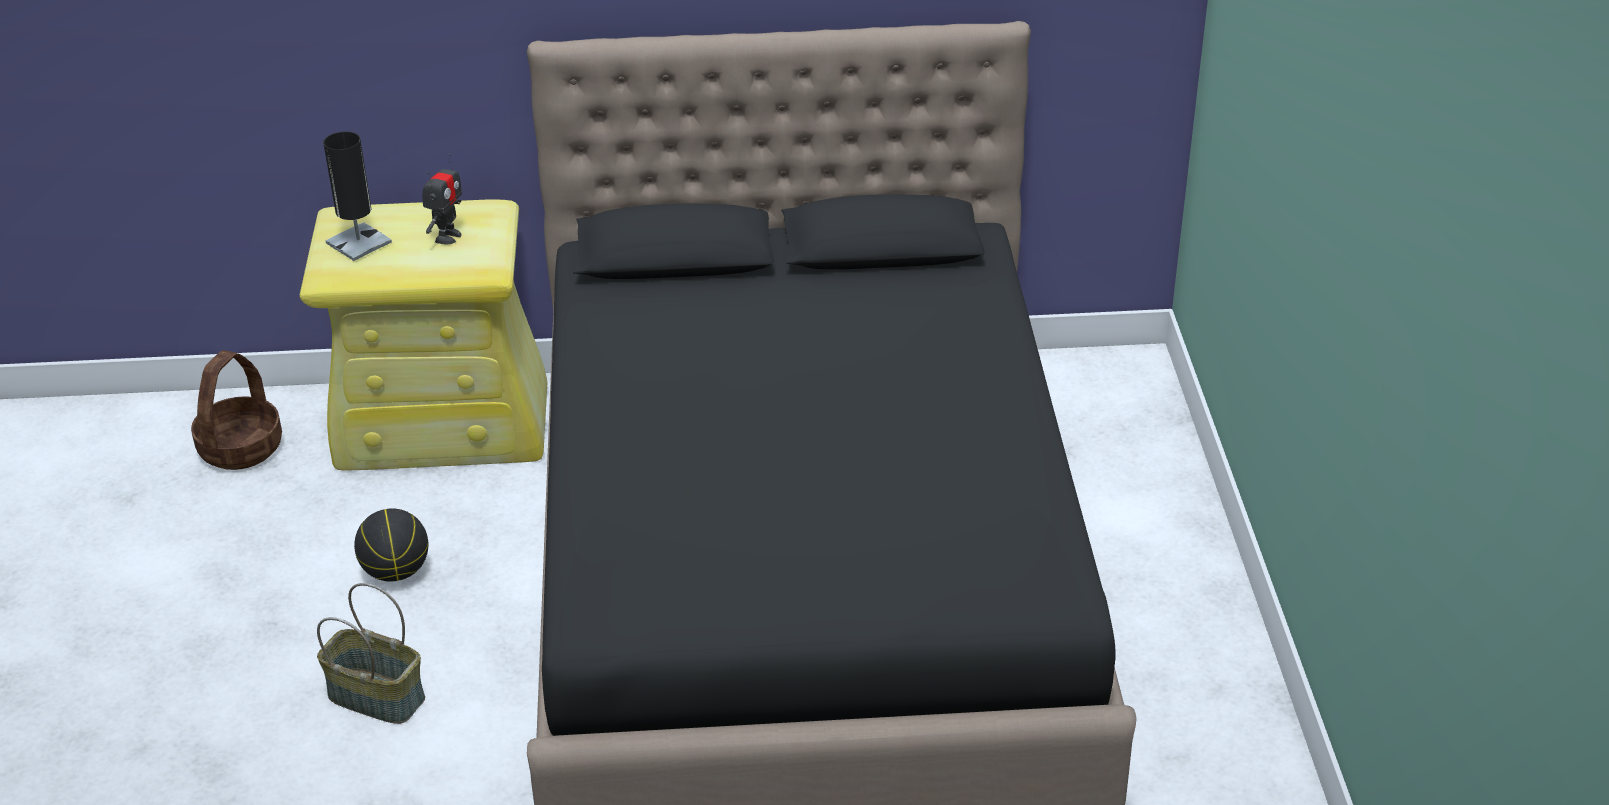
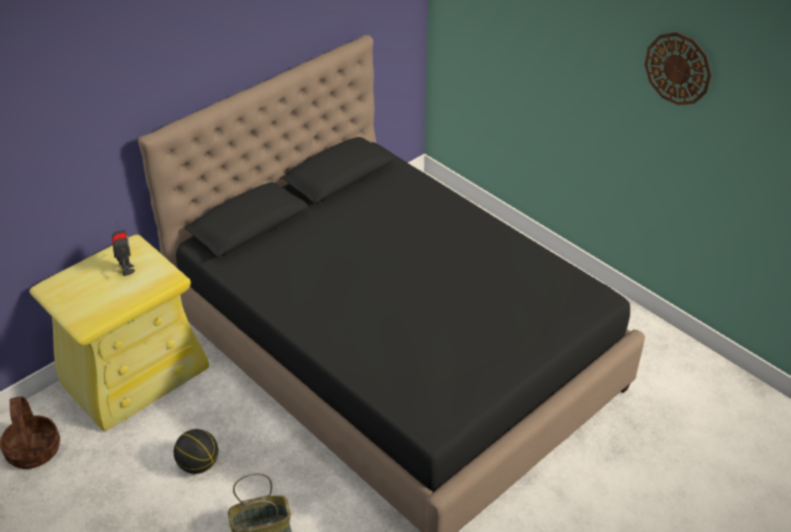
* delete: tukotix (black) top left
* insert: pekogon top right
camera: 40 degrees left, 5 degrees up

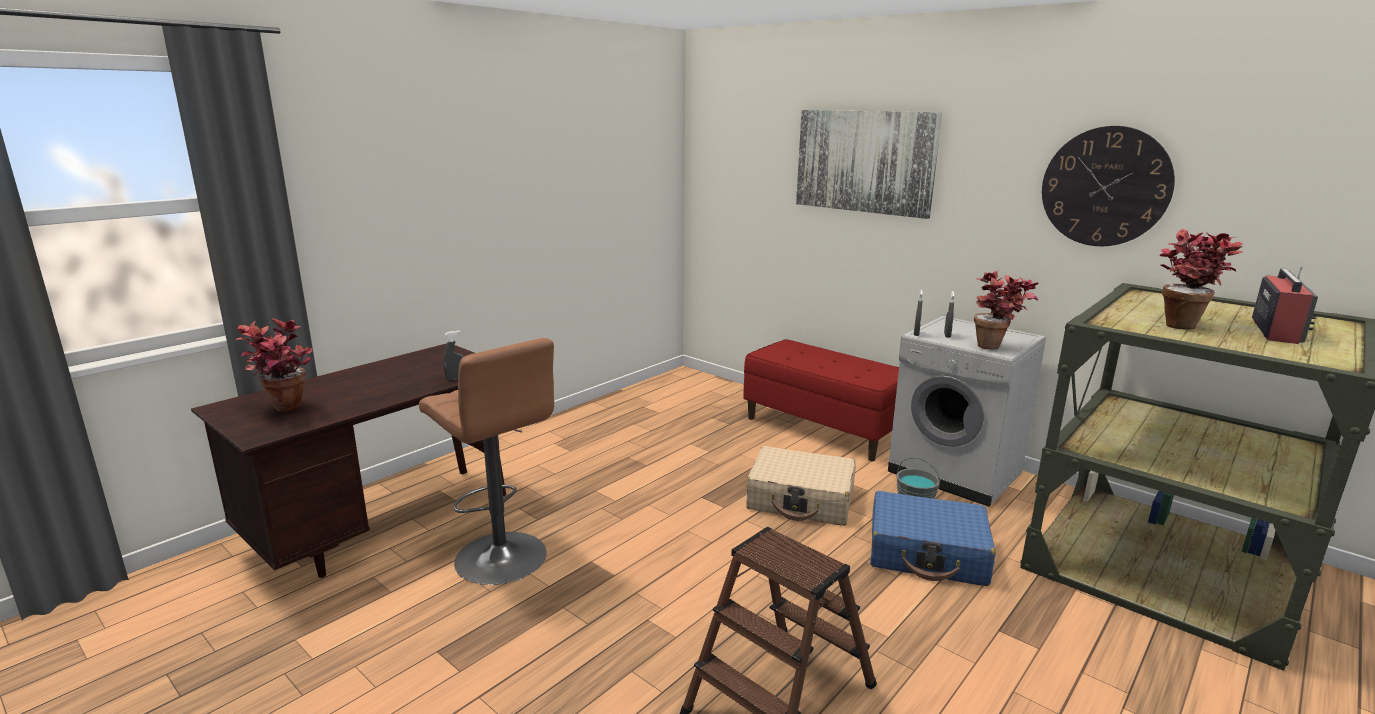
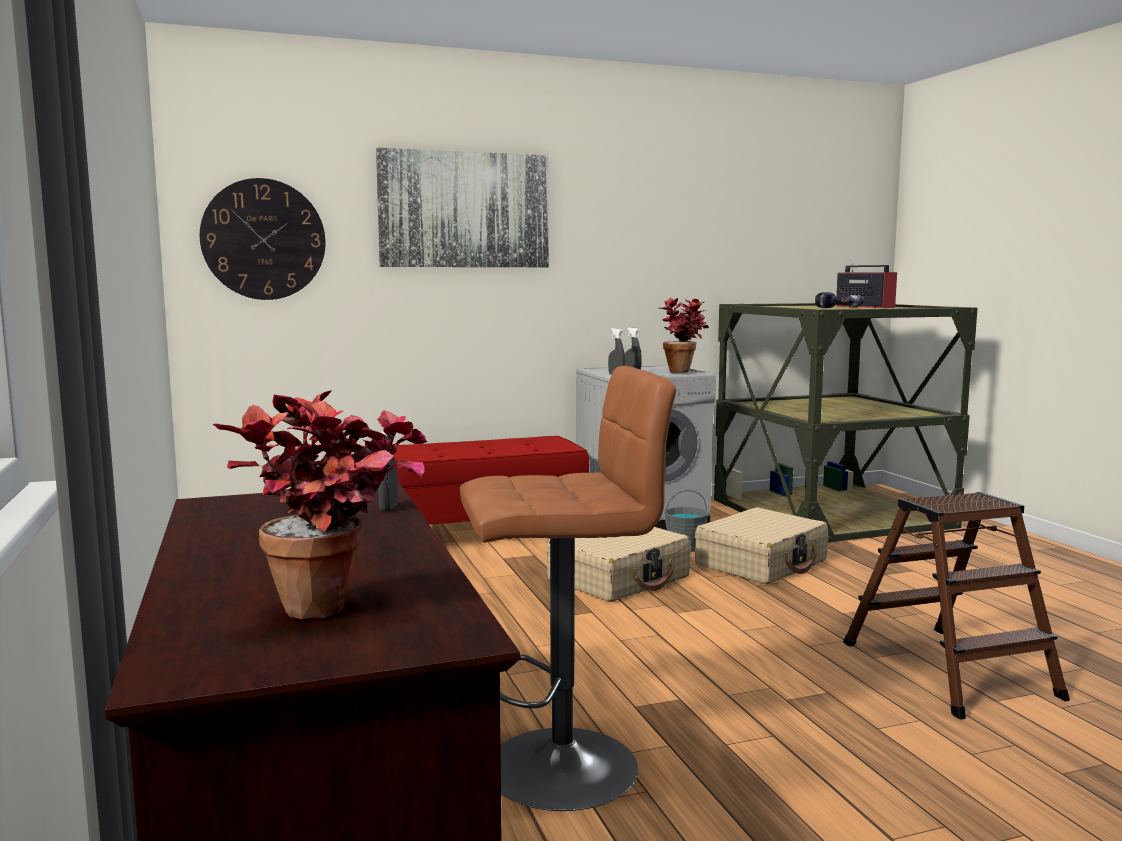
* move: pekogon top right to top left
* replace: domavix (3rd from left) middle right to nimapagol middle right
* recolor: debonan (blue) bottom right to debonan (beige) (2nd from left) middle right
camera: 60 degrees left, 10 degrees down

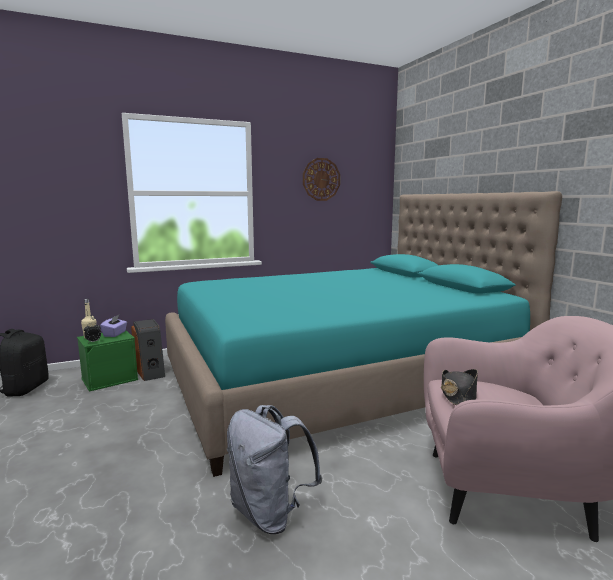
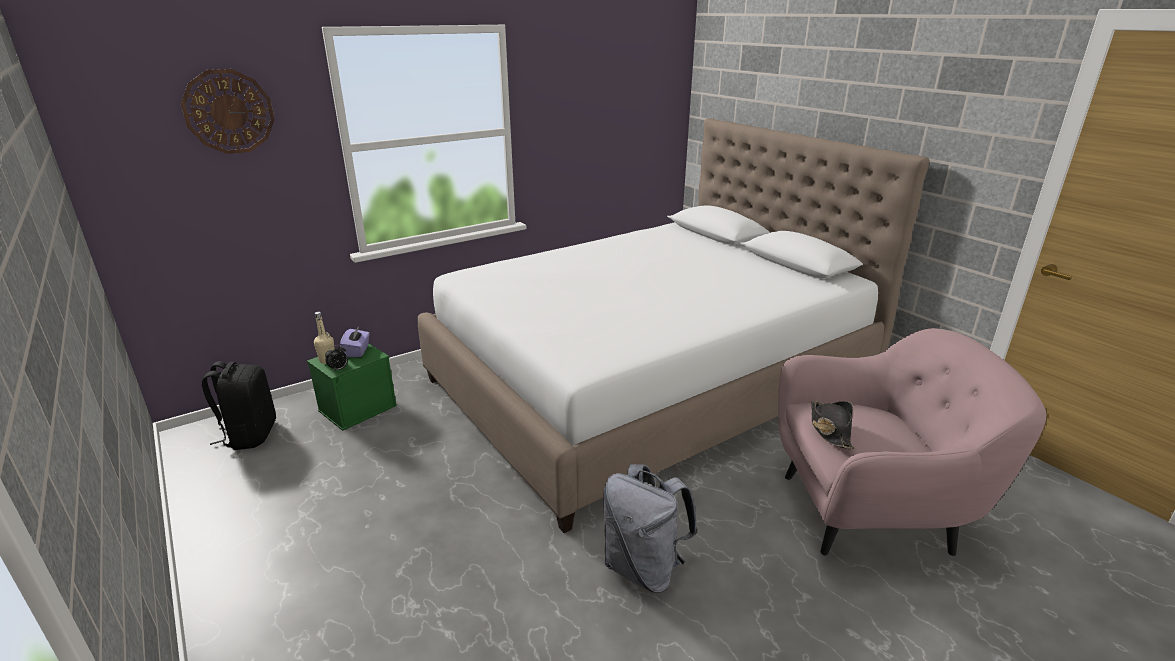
* delete: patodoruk middle left
* move: pekogon top centre to top left
* recolor: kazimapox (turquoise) centre to kazimapox (white) centre
camera: 10 degrees left, 15 degrees up

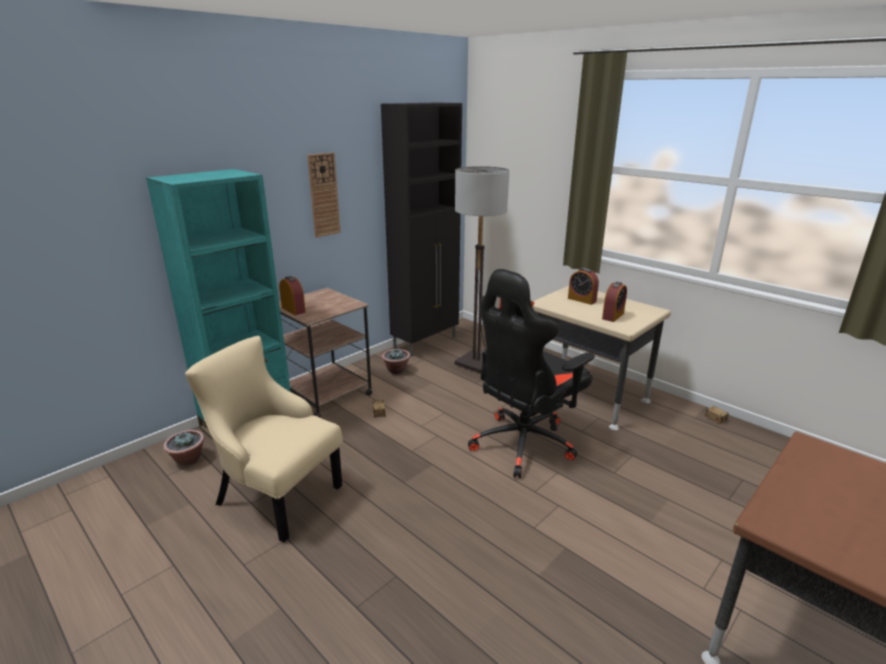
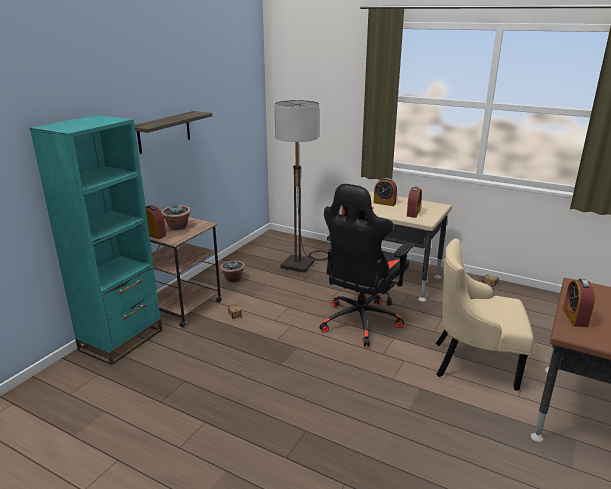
* delete: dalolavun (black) centre
* insert: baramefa (4th from left) middle right
* move: domavix (1st from left) bottom left to middle left
* move: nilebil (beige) middle left to middle right
* replace: pekogon top centre to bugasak top left
camera: 15 degrees left, 0 degrees up

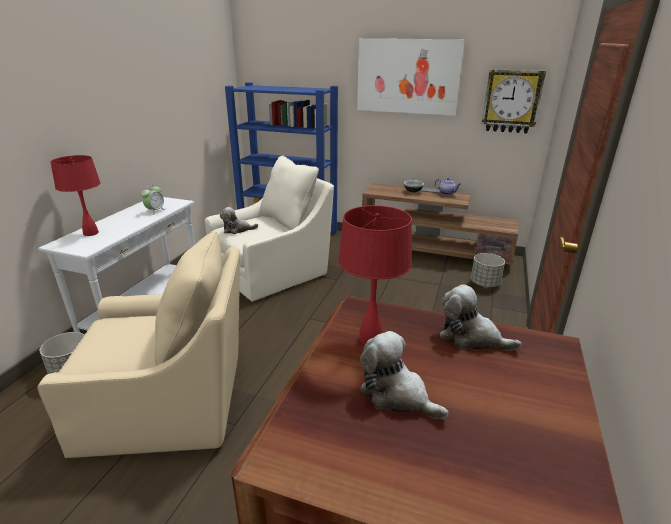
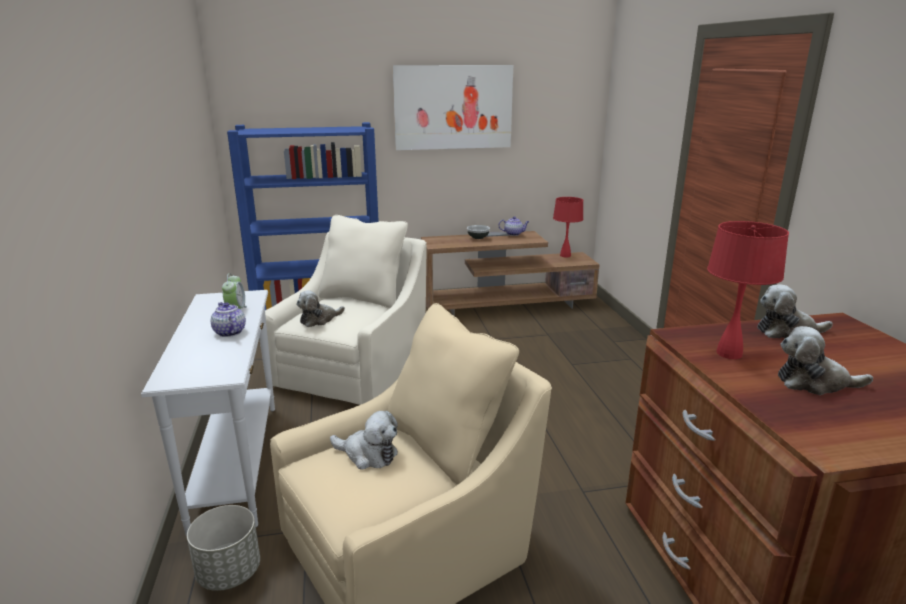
* delete: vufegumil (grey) (2nd from left) middle right
* delete: pekogon top right
* insert: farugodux (1st from left) middle left
* insert: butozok (2nd from left) bottom centre
* move: tukotix (red) (1st from left) middle left to centre
camera: 30 degrees left, 5 degrees down

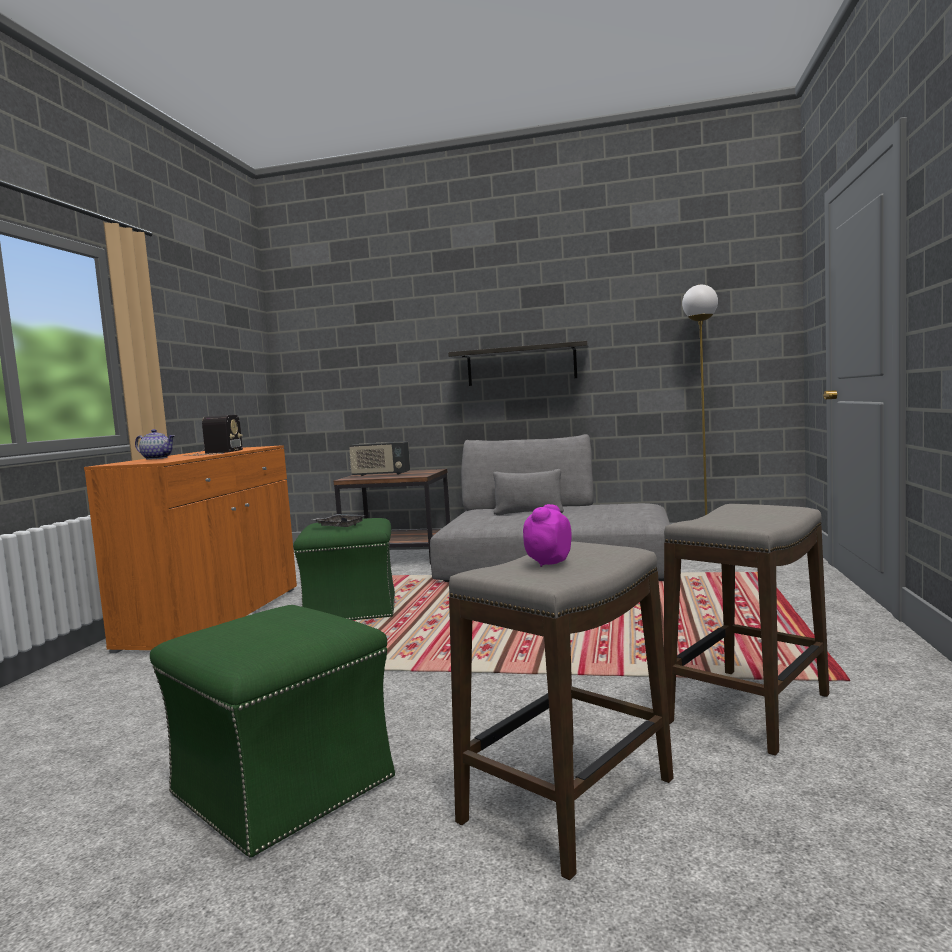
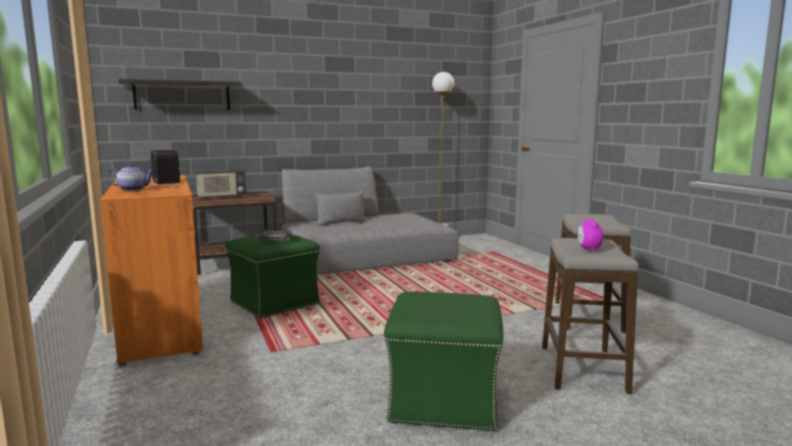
* move: bugasak centre to top left
camera: 35 degrees left, 5 degrees up

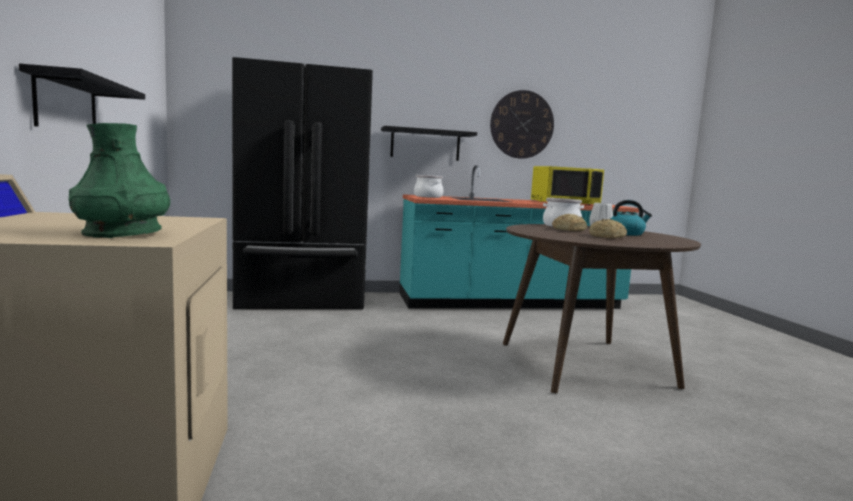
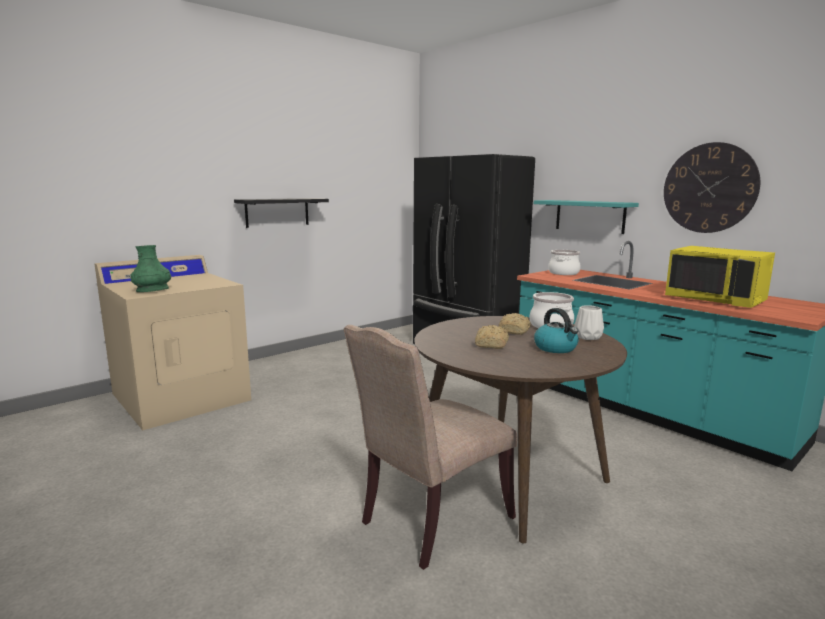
* insert: nilebil (beige) bottom centre
* recolor: bugasak (black) (2nd from left) top centre to bugasak (turquoise) middle right
camera: 60 degrees right, 5 degrees up

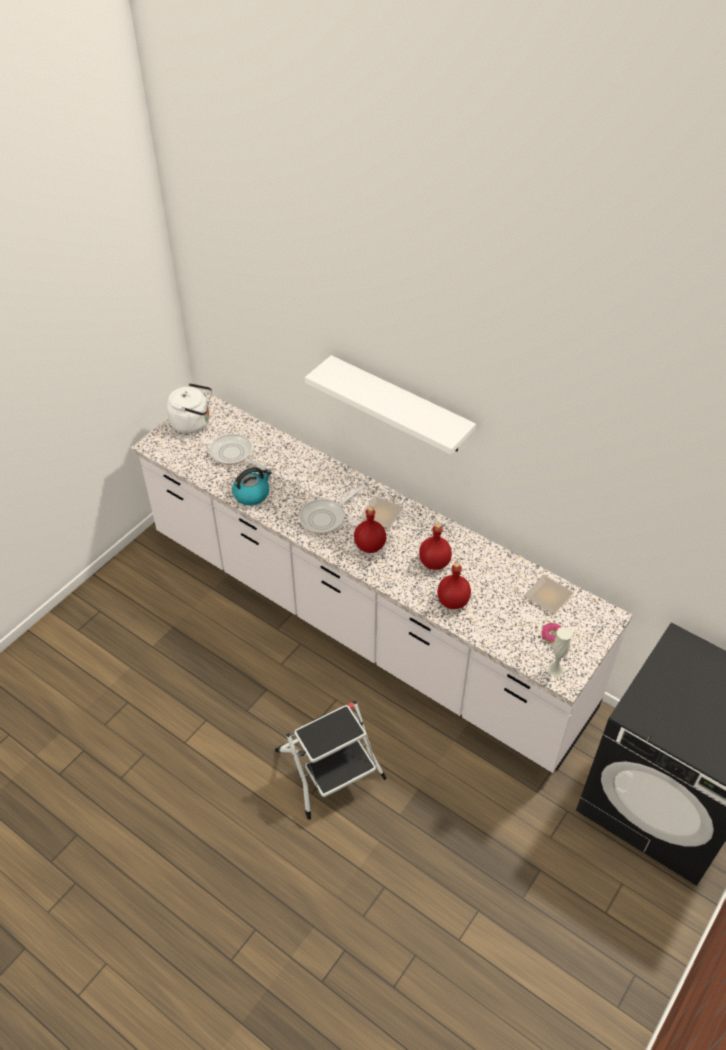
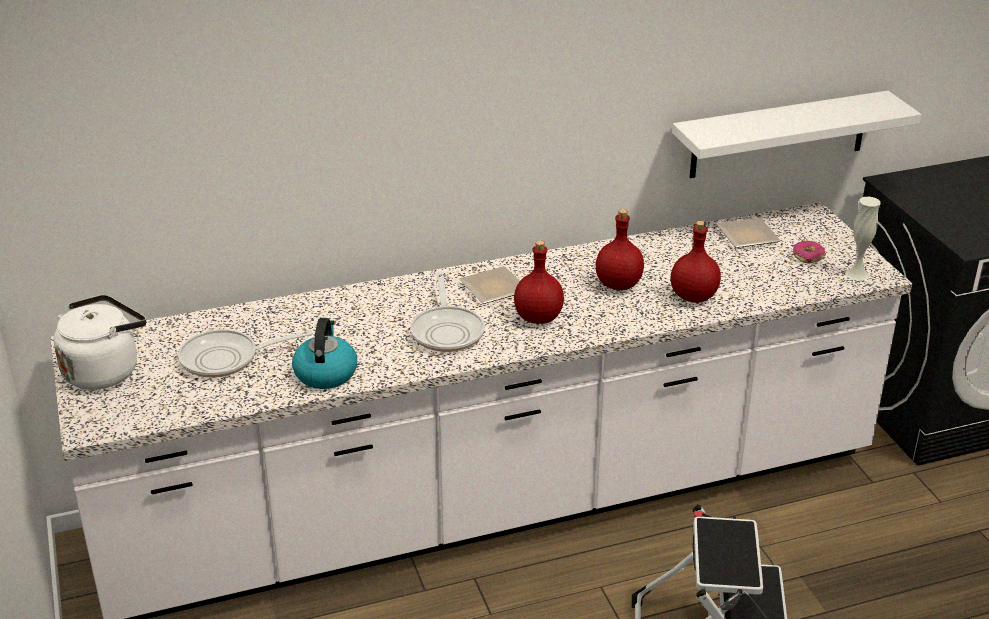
* move: bugasak (white) centre to top right
camera: 55 degrees left, 15 degrees down

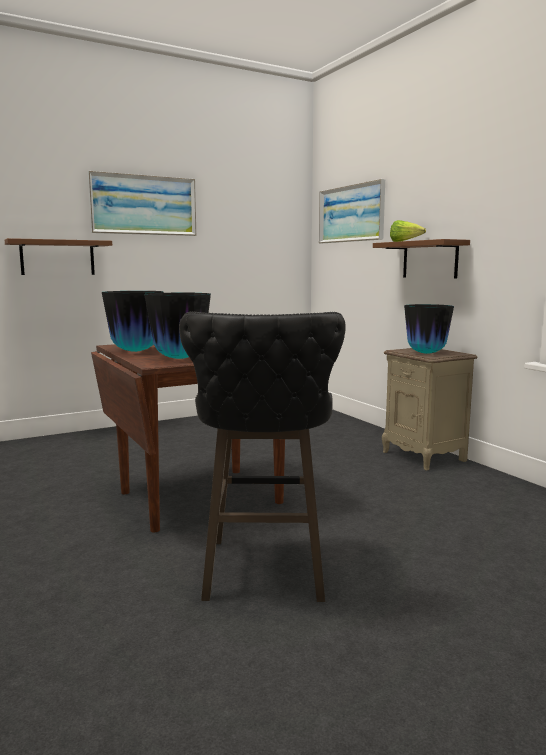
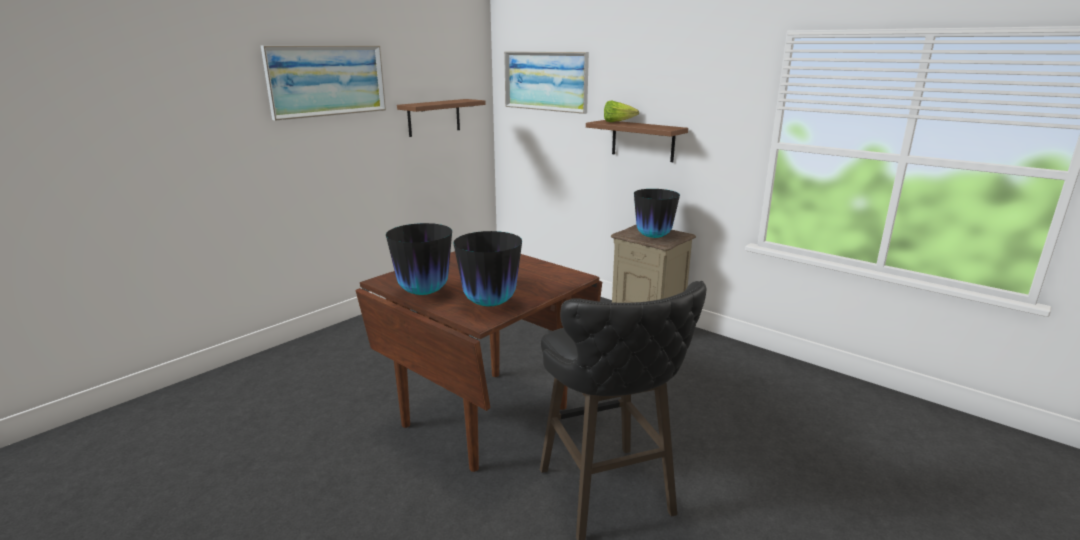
* move: bugasak (brown) (1st from left) middle left to top centre
camera: 20 degrees left, 10 degrees up

